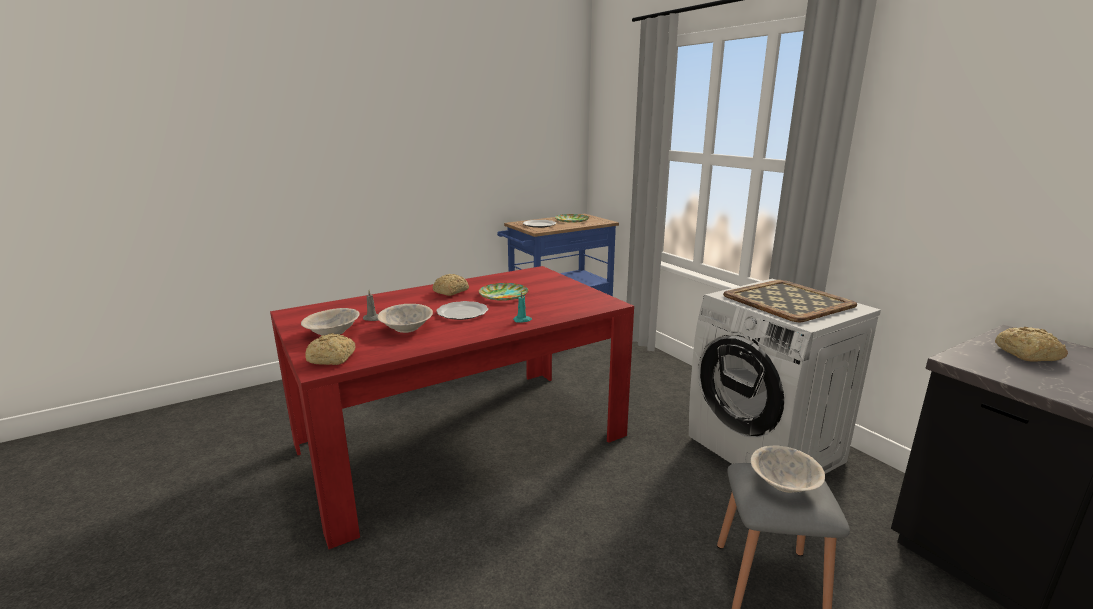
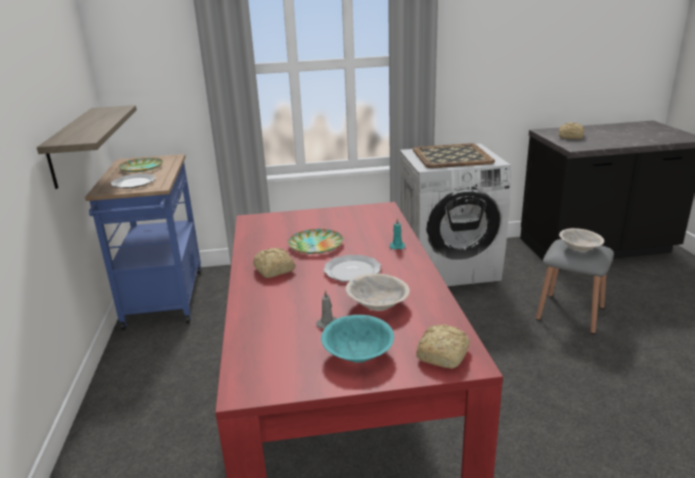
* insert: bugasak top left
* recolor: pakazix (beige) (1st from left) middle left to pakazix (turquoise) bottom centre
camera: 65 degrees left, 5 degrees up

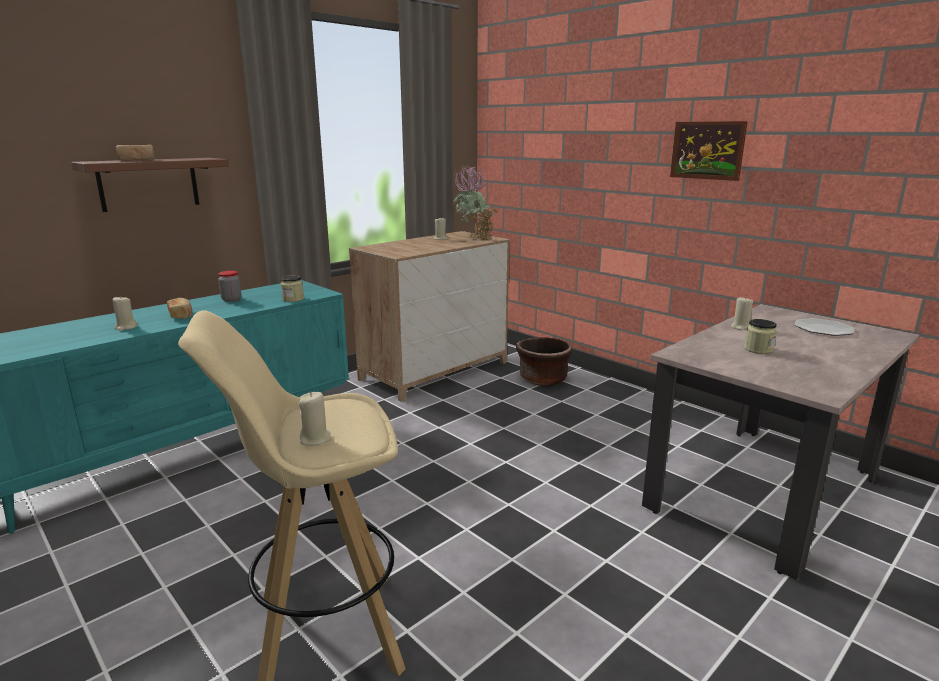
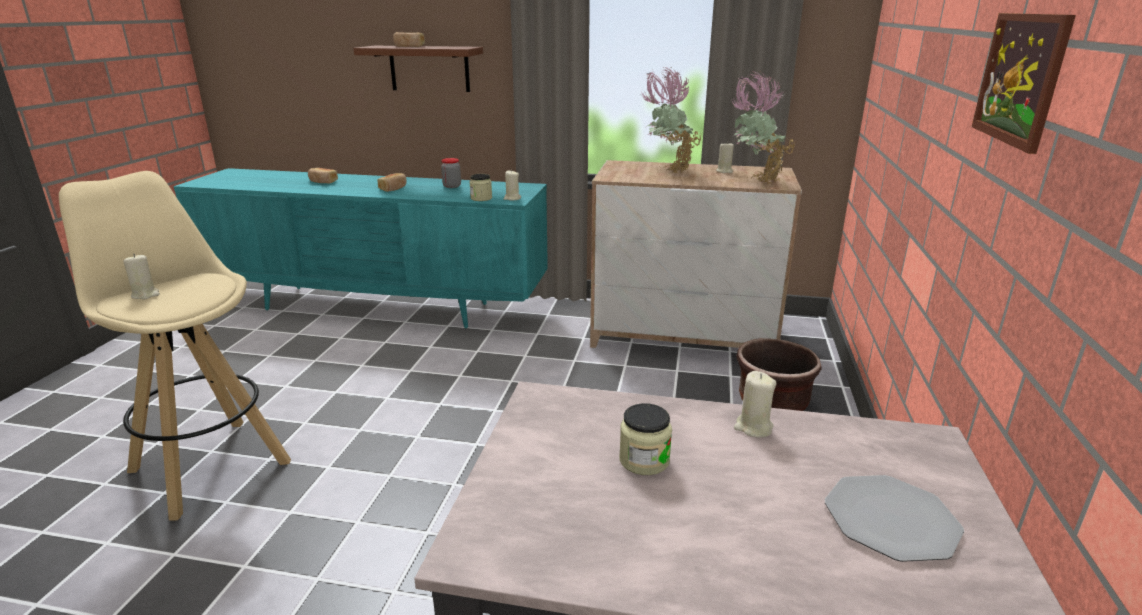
* insert: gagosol (1st from left) top left
* insert: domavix (1st from left) top centre
* move: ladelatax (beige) (1st from left in the first image) middle left to ladelatax (beige) (2nd from left) top centre
camera: 55 degrees right, 5 degrees up

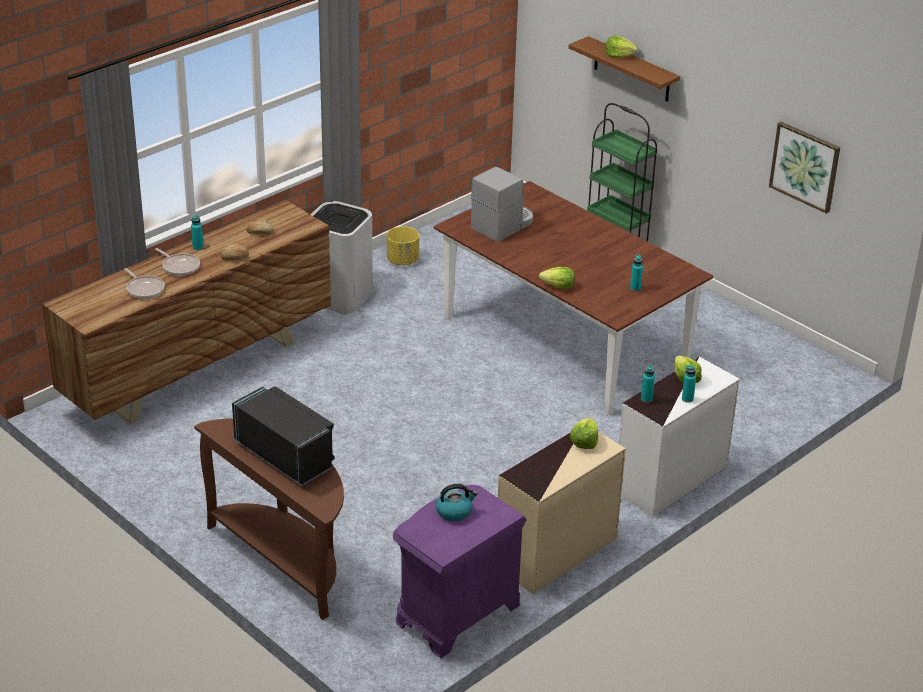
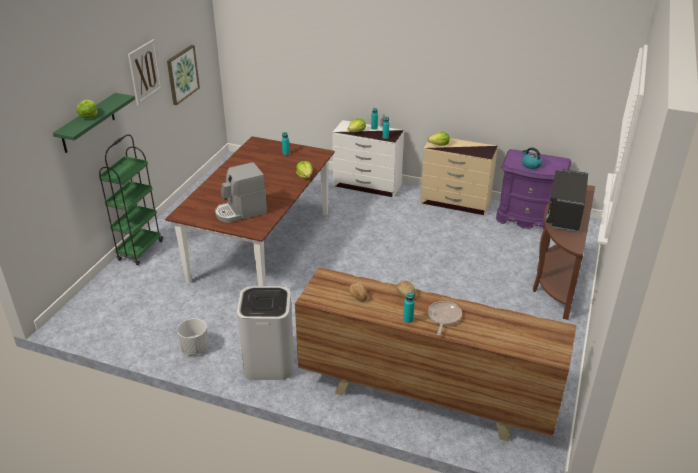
* delete: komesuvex (1st from left) middle left
* insert: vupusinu (1st from left) top left
* recolor: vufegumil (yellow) centre to vufegumil (white) bottom left
* recolor: bugasak (brown) top right to bugasak (green) top left
* rotate: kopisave top centre = centre 45 degrees counterclockwise
camera: 115 degrees left, 0 degrees up

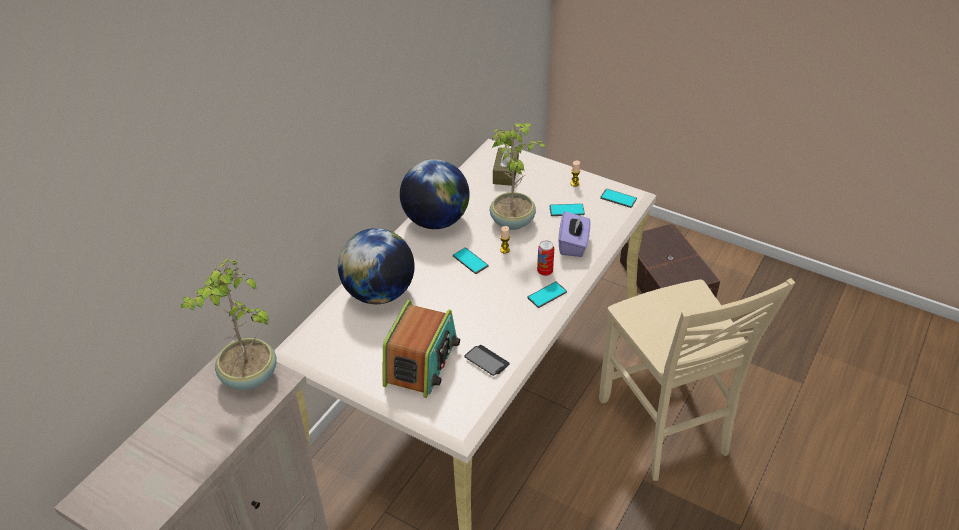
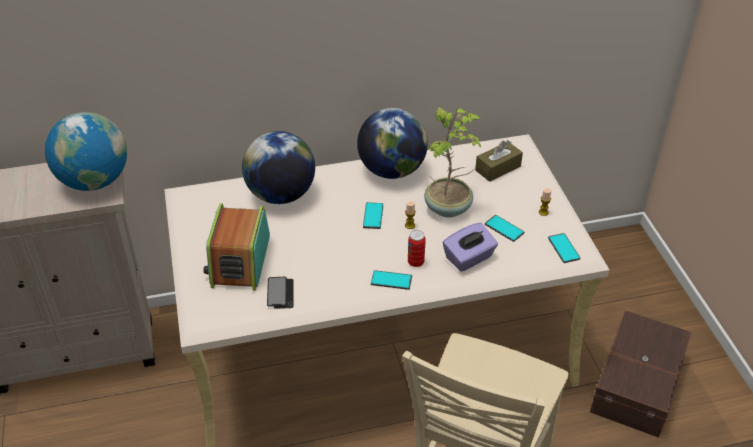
* replace: domavix (1st from left) middle left to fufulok (1st from left) middle left
* rotate: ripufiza centre = middle left 120 degrees clockwise
camera: 45 degrees right, 0 degrees up

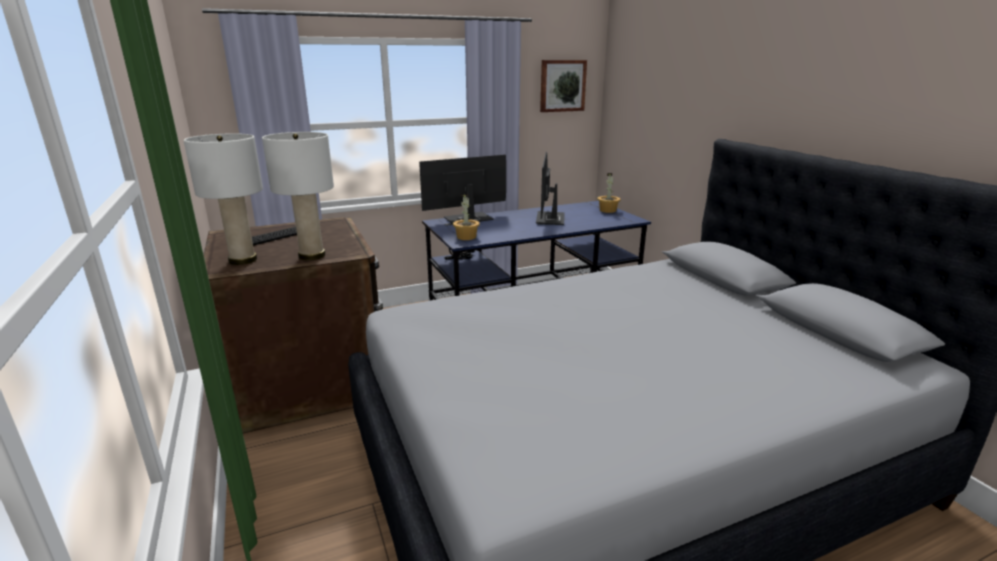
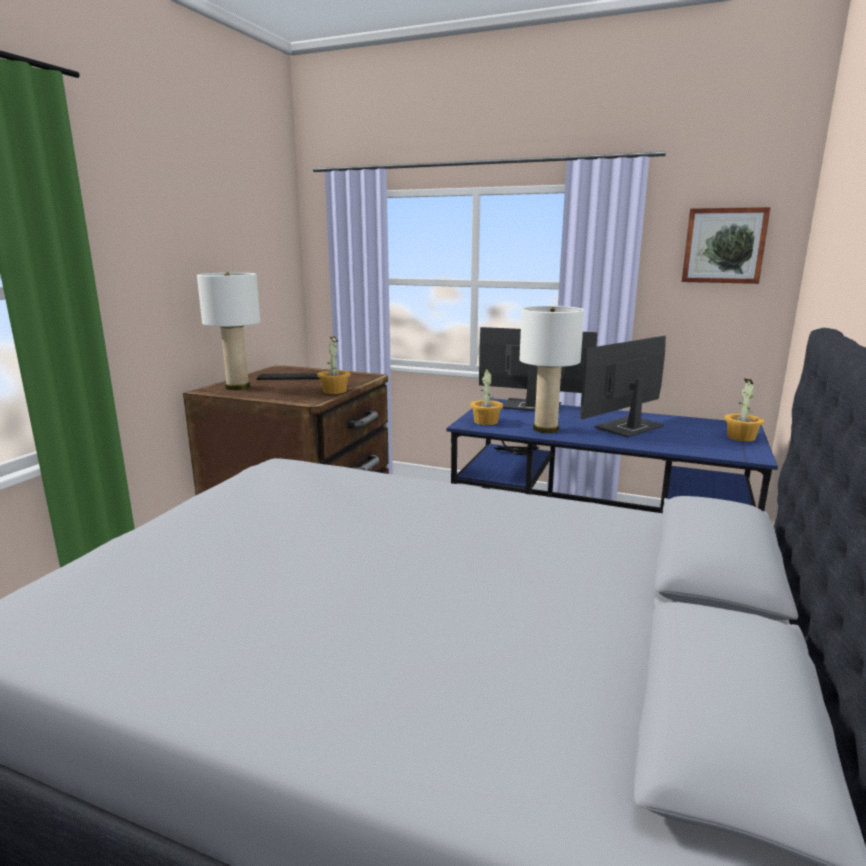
* insert: domavix (1st from left) centre
* move: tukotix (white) (2nd from left) middle left to centre
camera: 45 degrees right, 5 degrees down

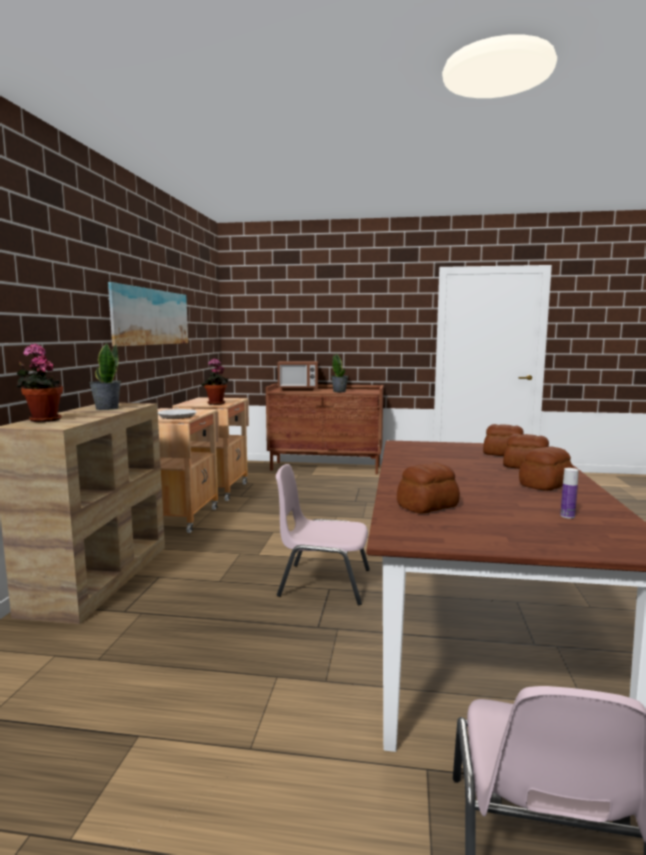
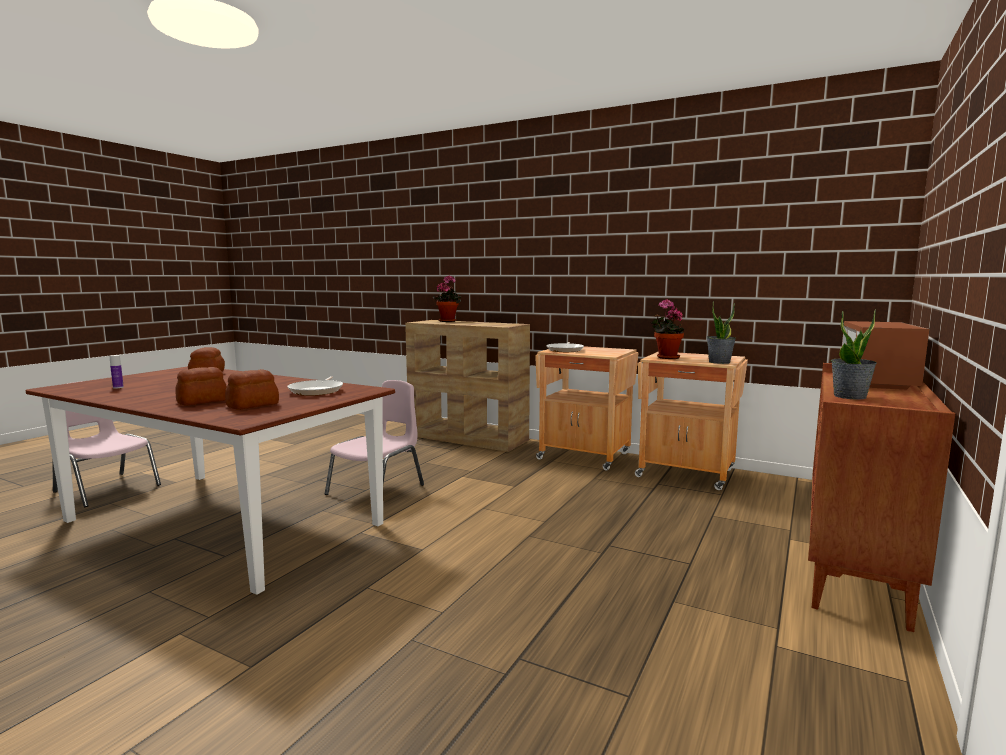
* delete: vupusinu middle left
* delete: gagosol (4th from left) middle right
* insert: komesuvex (1st from left) middle left
* move: domavix (2nd from left in the first image) middle left to domavix (3rd from left) middle right
camera: 110 degrees right, 0 degrees up

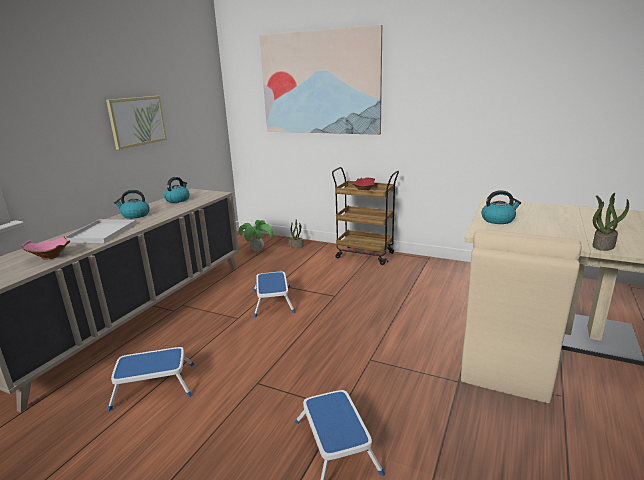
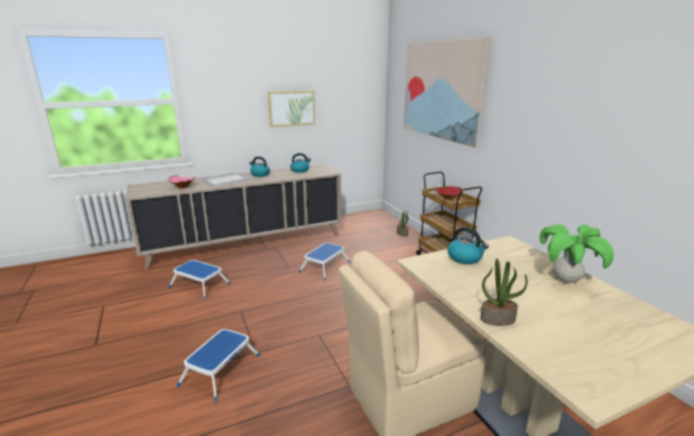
* move: domavix (1st from left in the first image) centre to domavix (3rd from left) middle right
camera: 40 degrees right, 0 degrees up

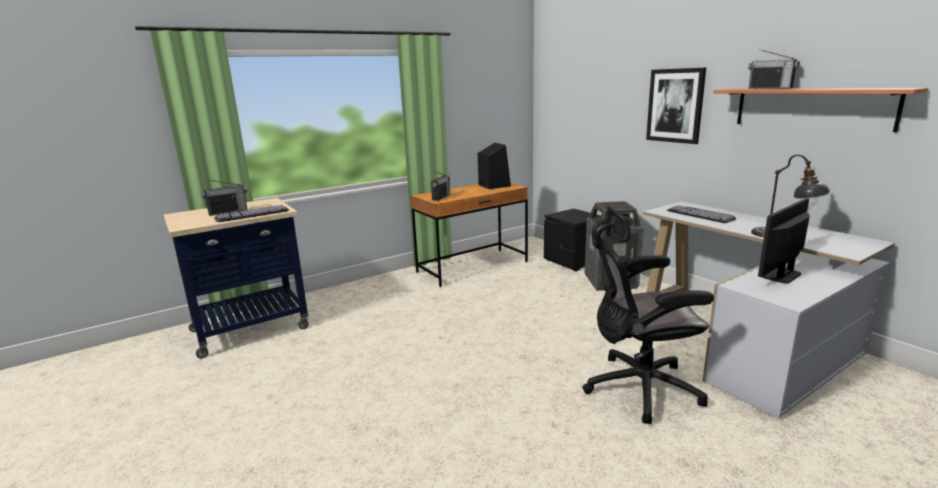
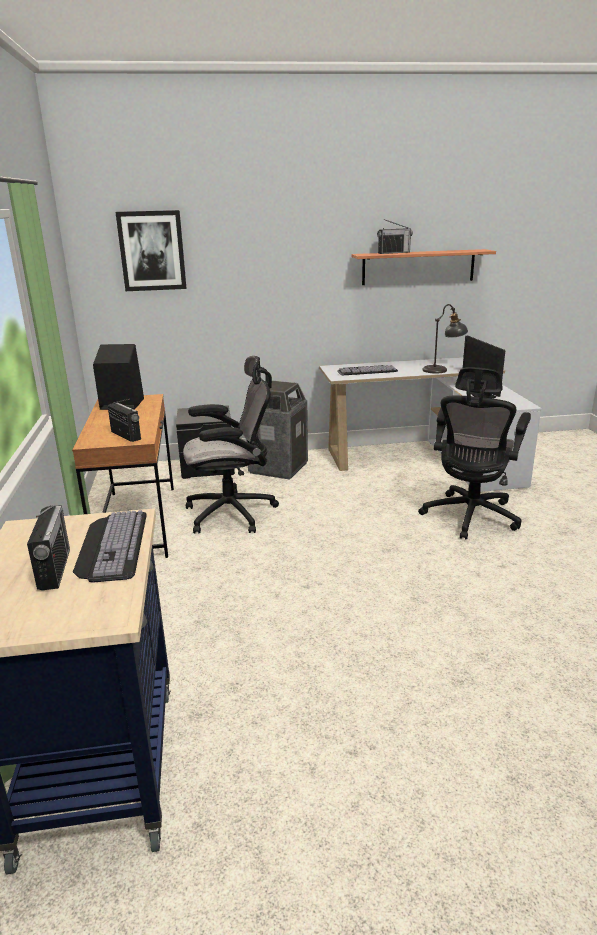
* insert: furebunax (1st from left) centre
* move: vupusinu top right to top left
camera: 65 degrees left, 5 degrees up

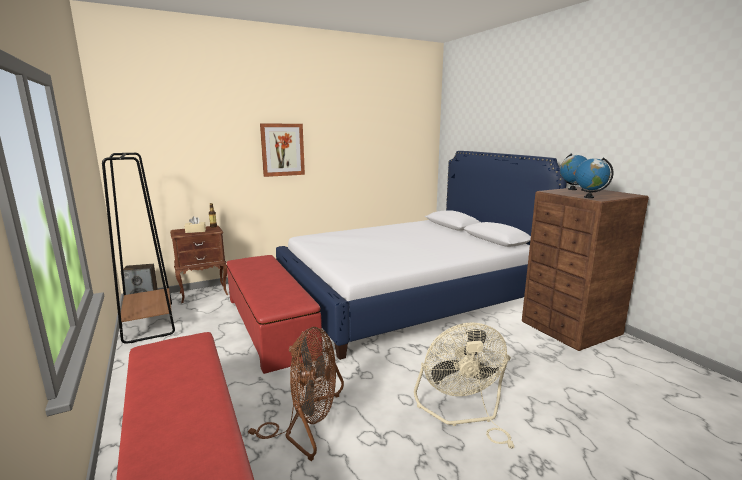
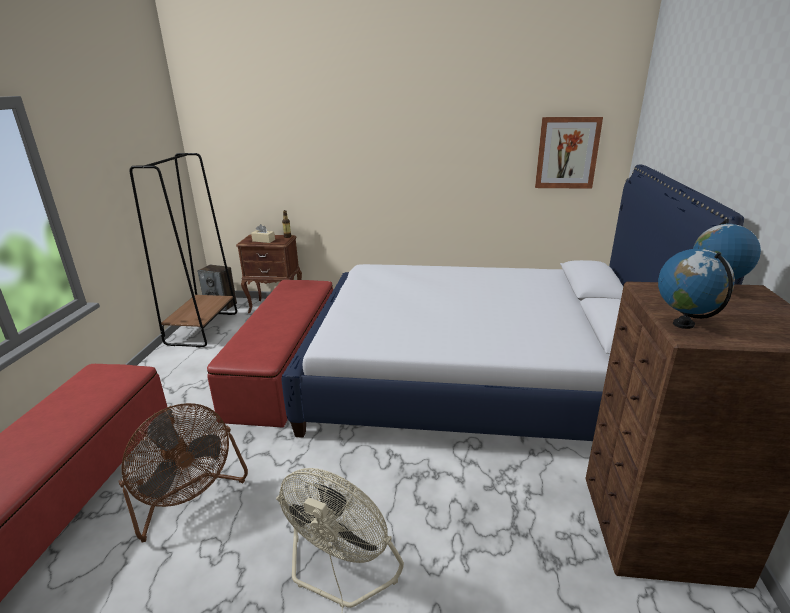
* move: vupusinu top centre to top right
camera: 35 degrees right, 10 degrees up

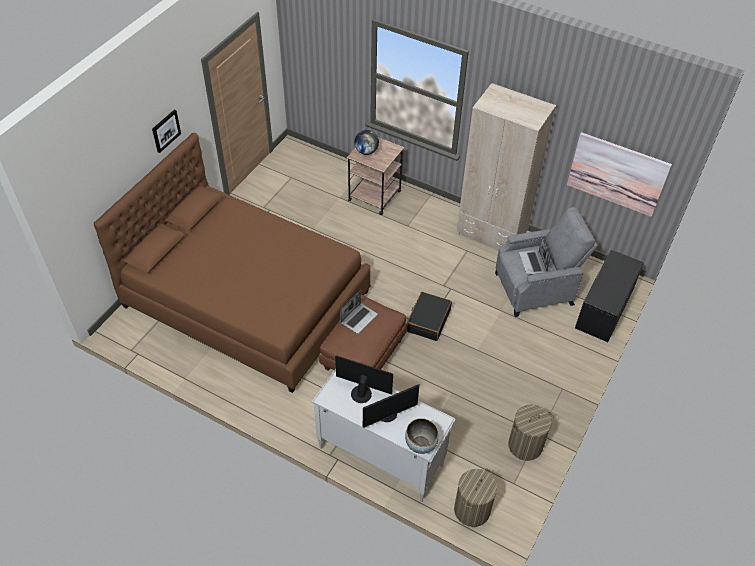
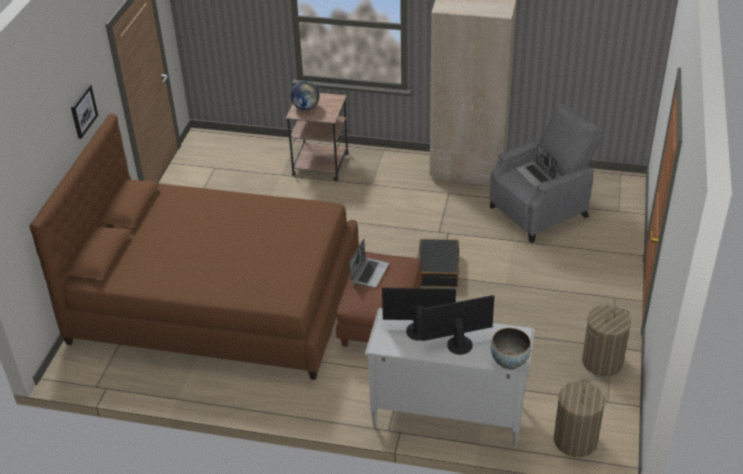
* delete: vupusinu (2nd from left) top right
* delete: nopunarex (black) middle right
* rotate: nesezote (2nd from left) bottom centre = bottom centre 150 degrees counterclockwise
camera: 15 degrees left, 10 degrees down

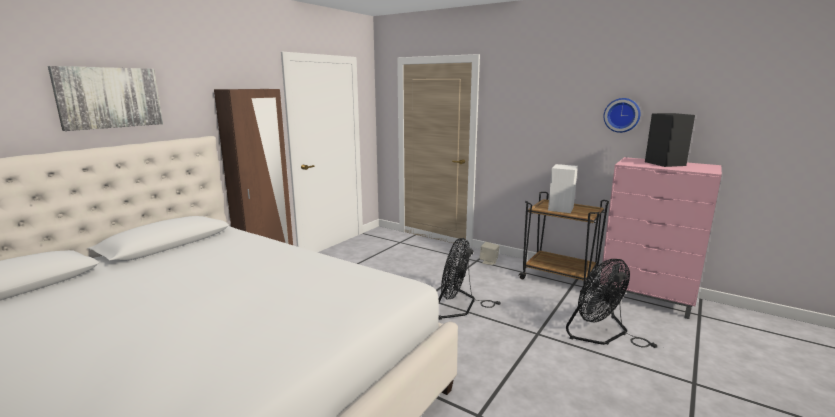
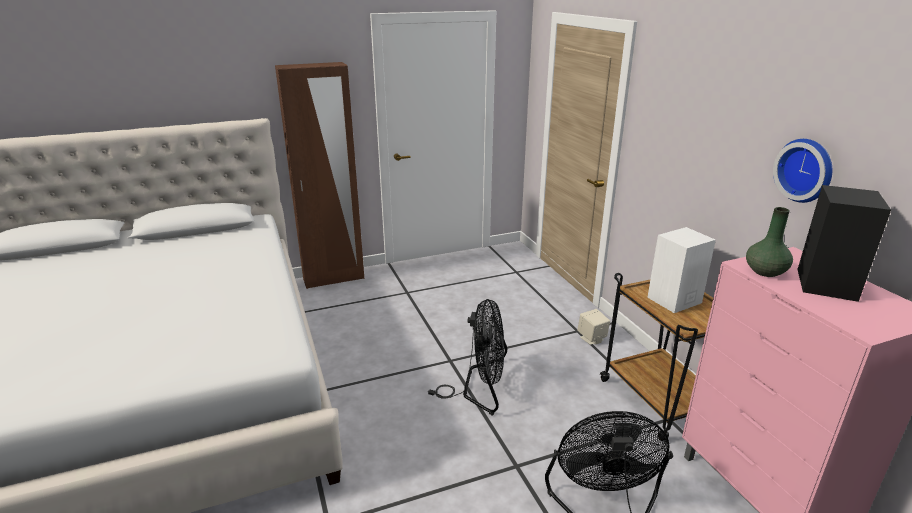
* delete: vupusinu top left
* insert: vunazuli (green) middle right
* rotate: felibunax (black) (1st from left) bottom centre = bottom centre 135 degrees clockwise
camera: 35 degrees right, 10 degrees up

